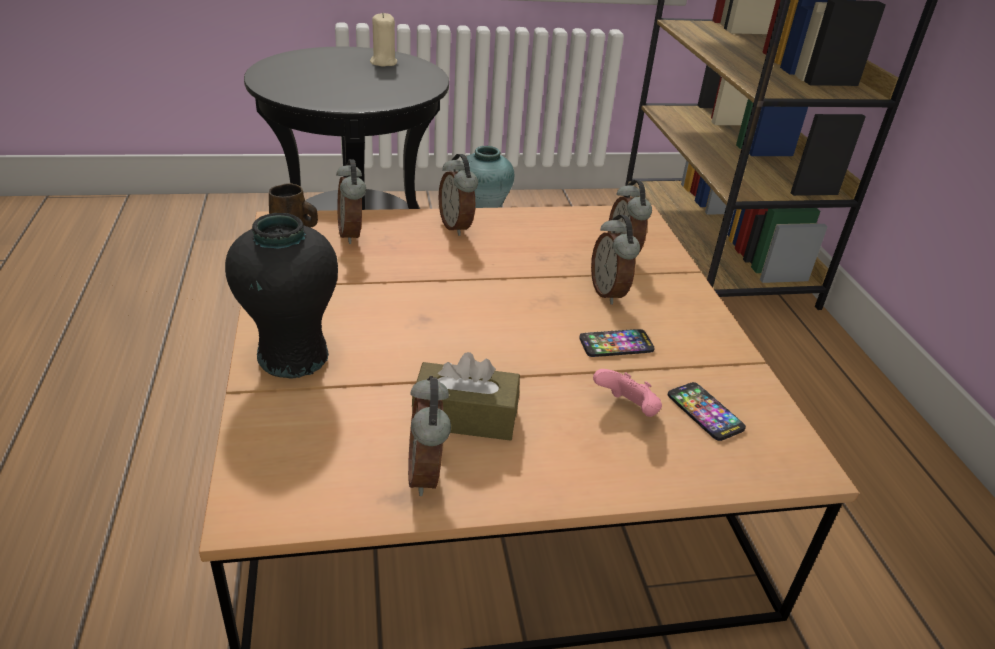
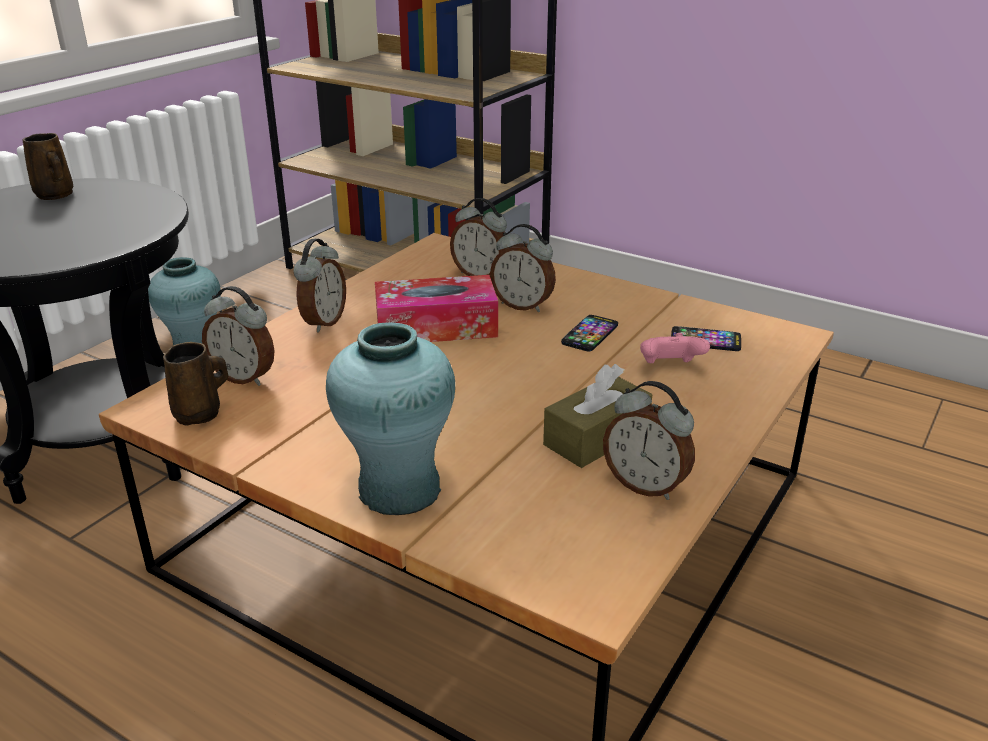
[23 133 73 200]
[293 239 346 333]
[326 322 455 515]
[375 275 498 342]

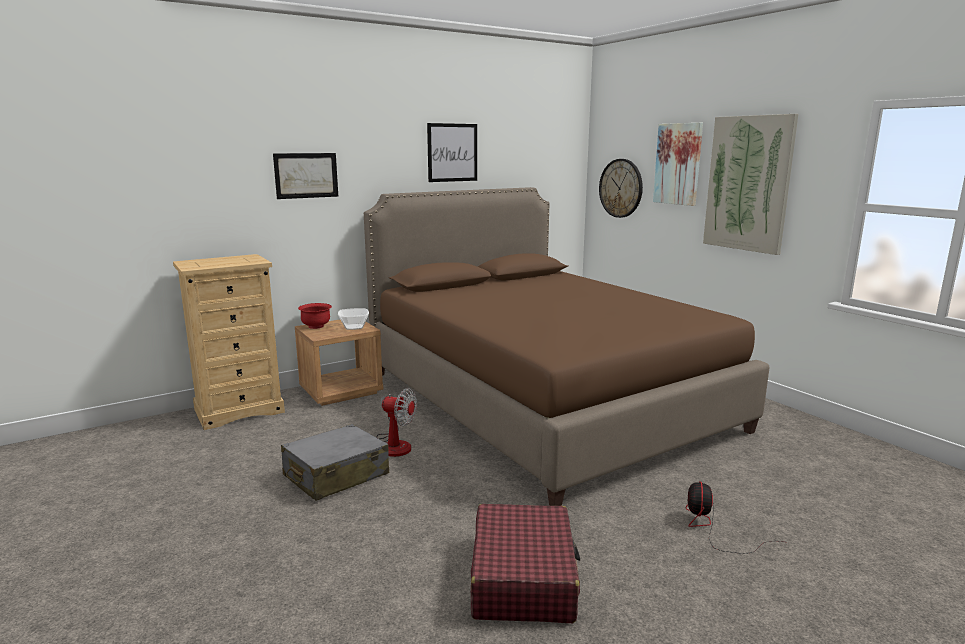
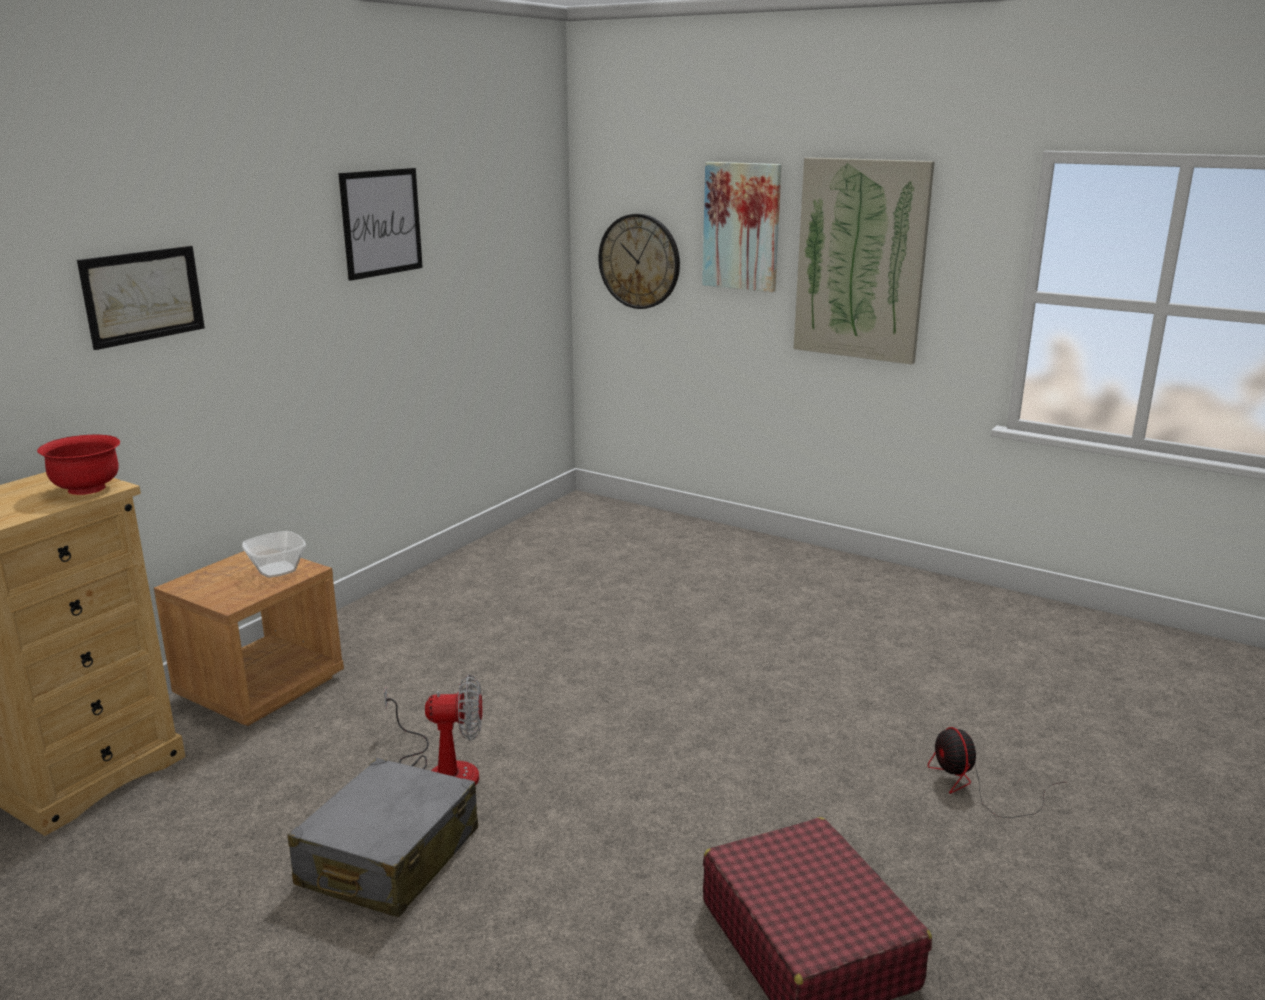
[364 187 770 506] (first image)
[37 435 120 495]

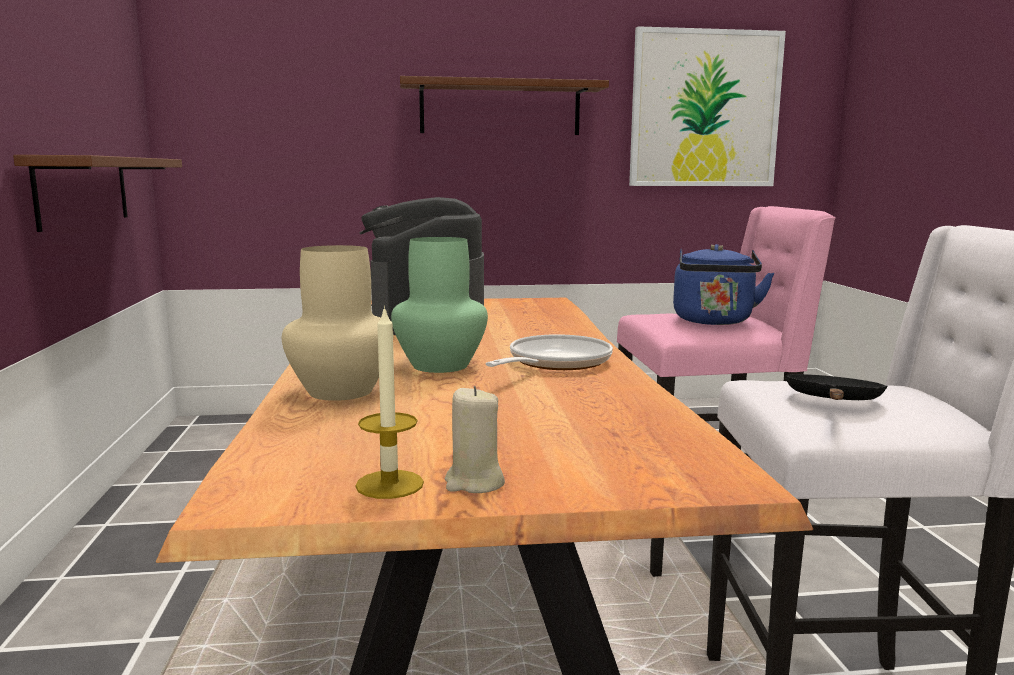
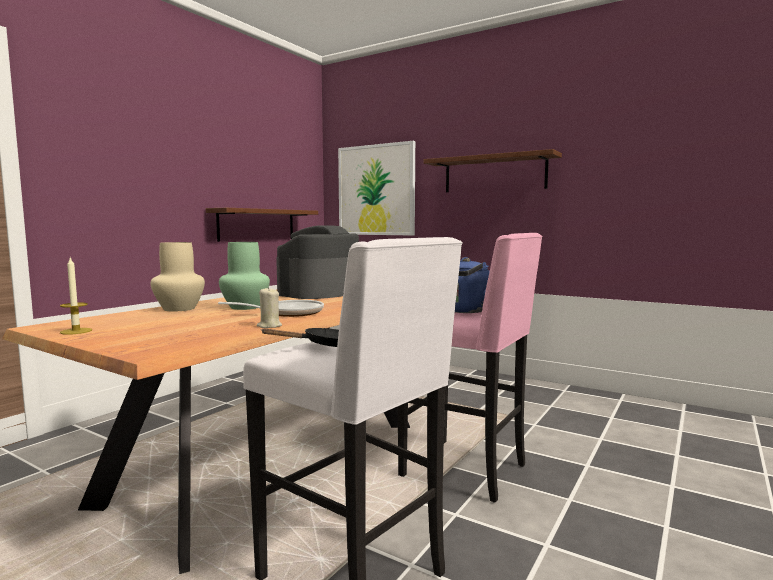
[338 141 415 235]
[257 287 282 328]

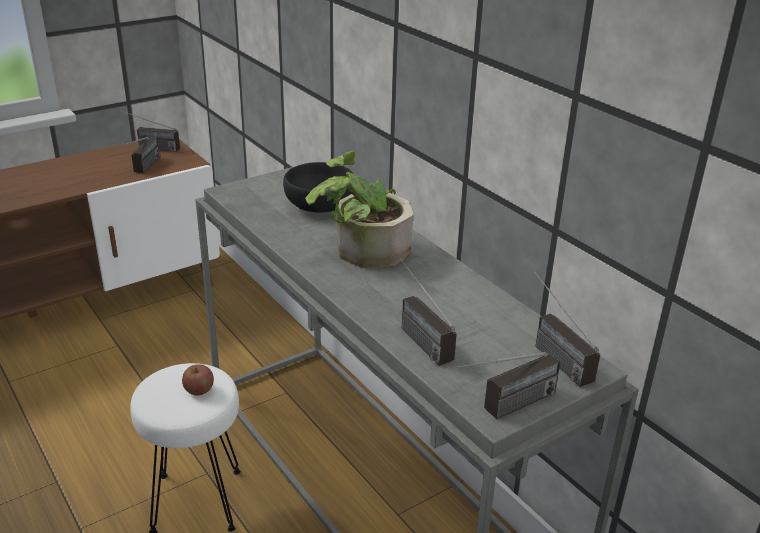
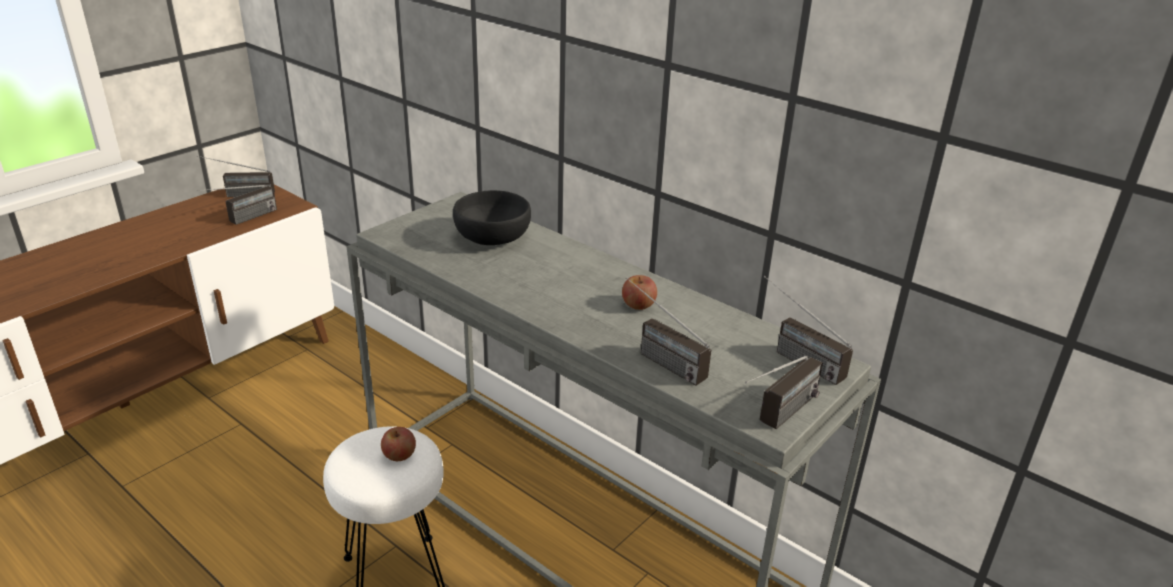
[197 185 277 225]
[306 151 413 268] (first image)
[622 275 657 310]

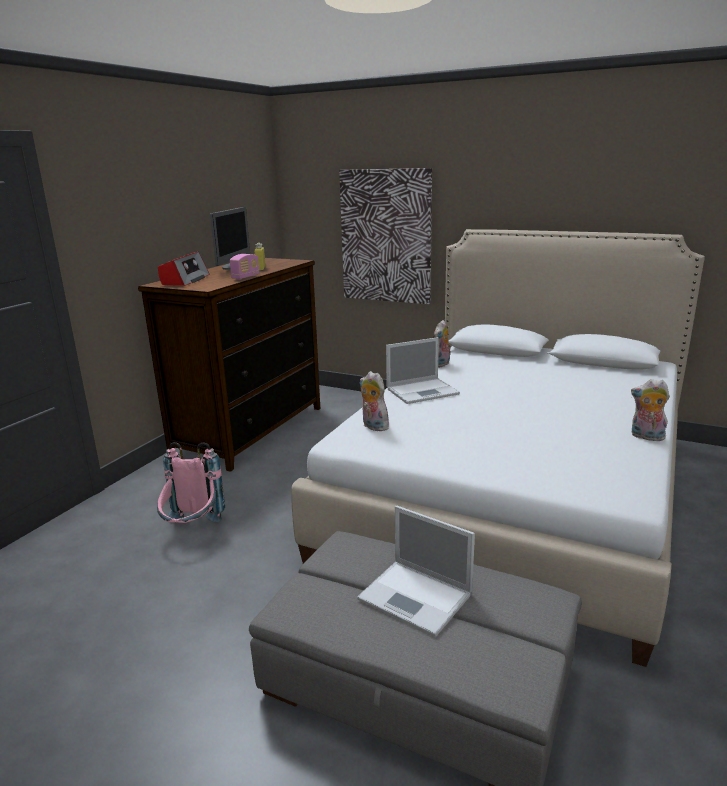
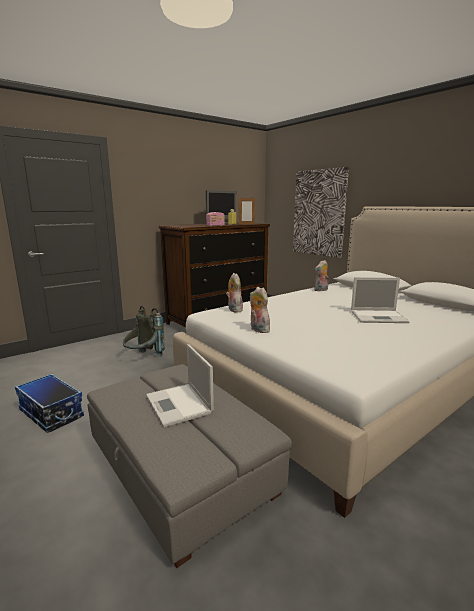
[158 251 210 286] (first image)
[351 277 410 323]
[249 287 270 333]
[123 306 165 357]
[239 198 255 224]
[15 374 84 433]

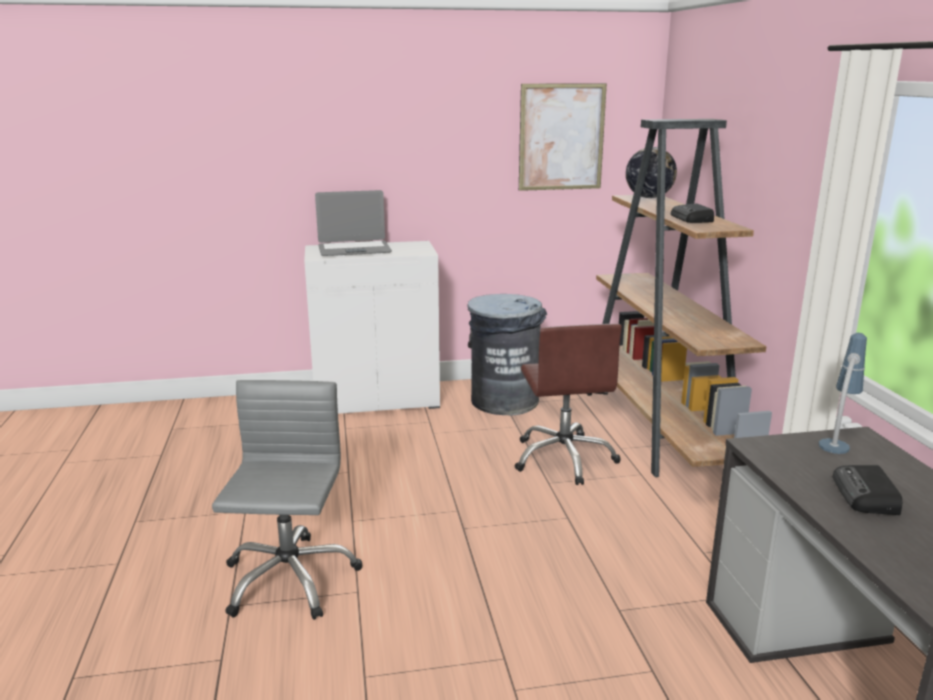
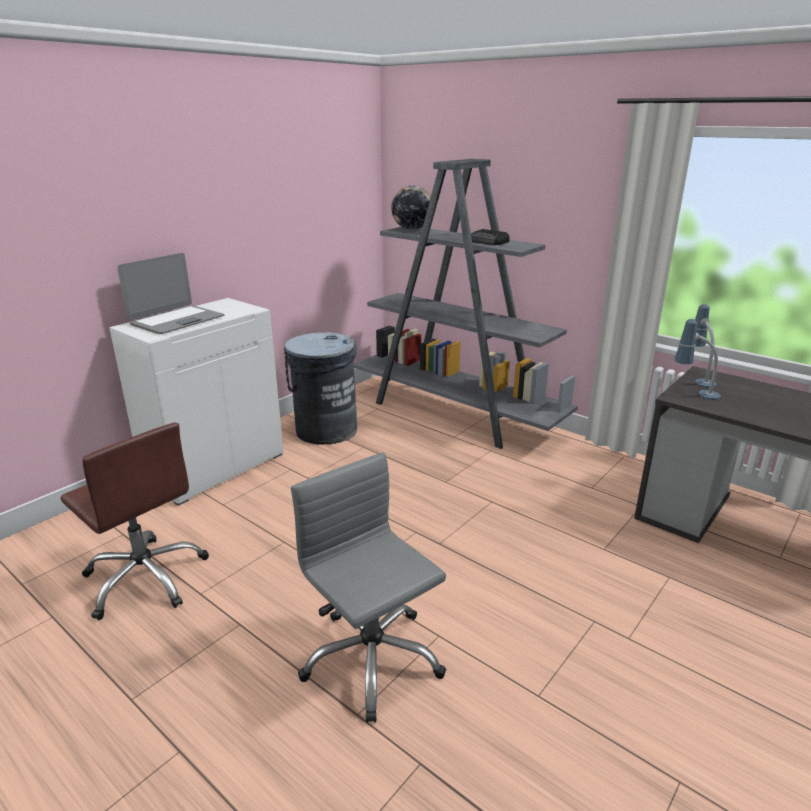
[519 83 607 191] (first image)
[354 159 578 449]
[60 423 209 620]
[833 465 902 515] (first image)
[674 319 721 400]

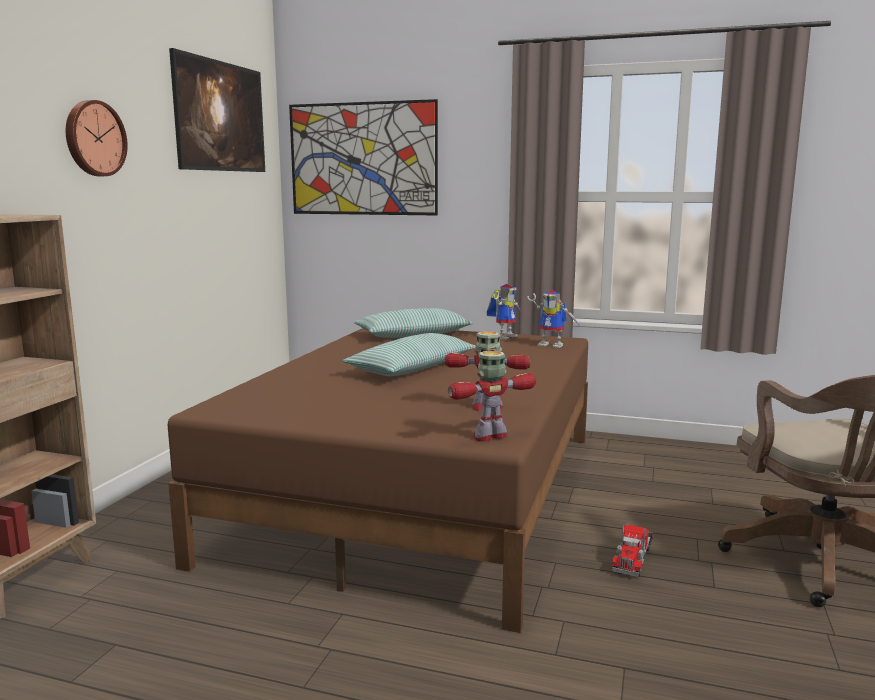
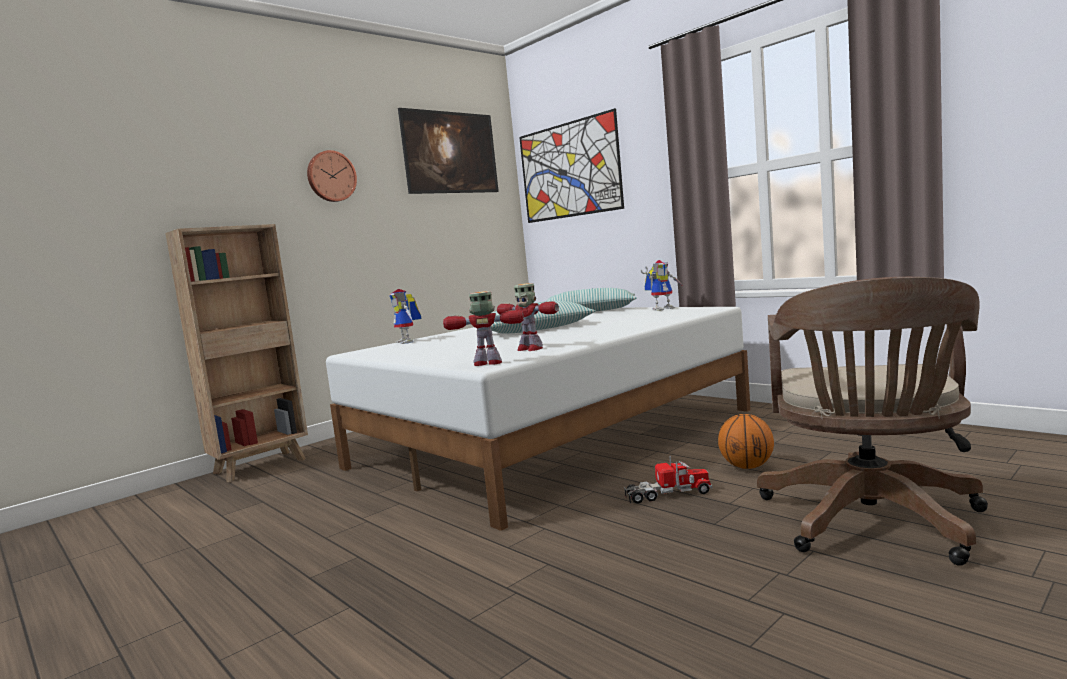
[389 289 421 344]
[326 307 750 531]
[624 456 712 504]
[718 414 774 469]

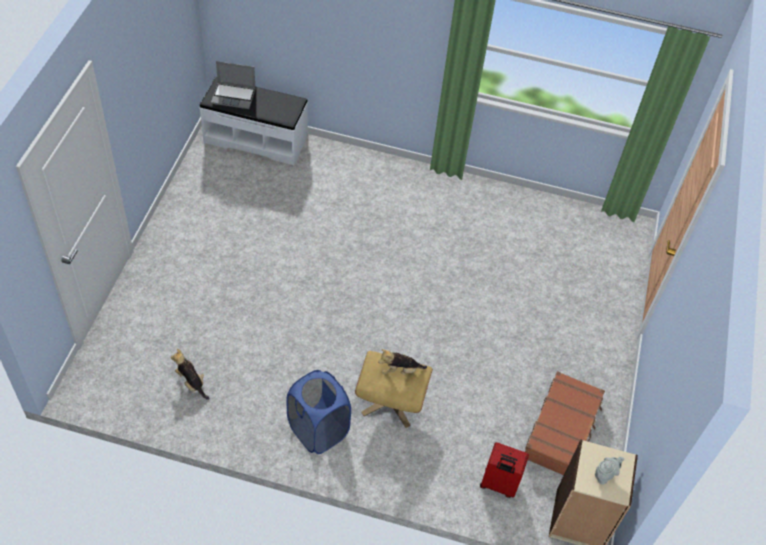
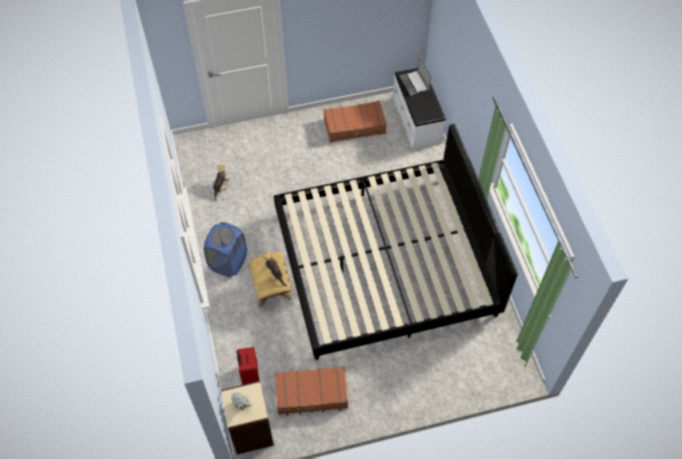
[324 101 387 142]
[274 124 518 360]

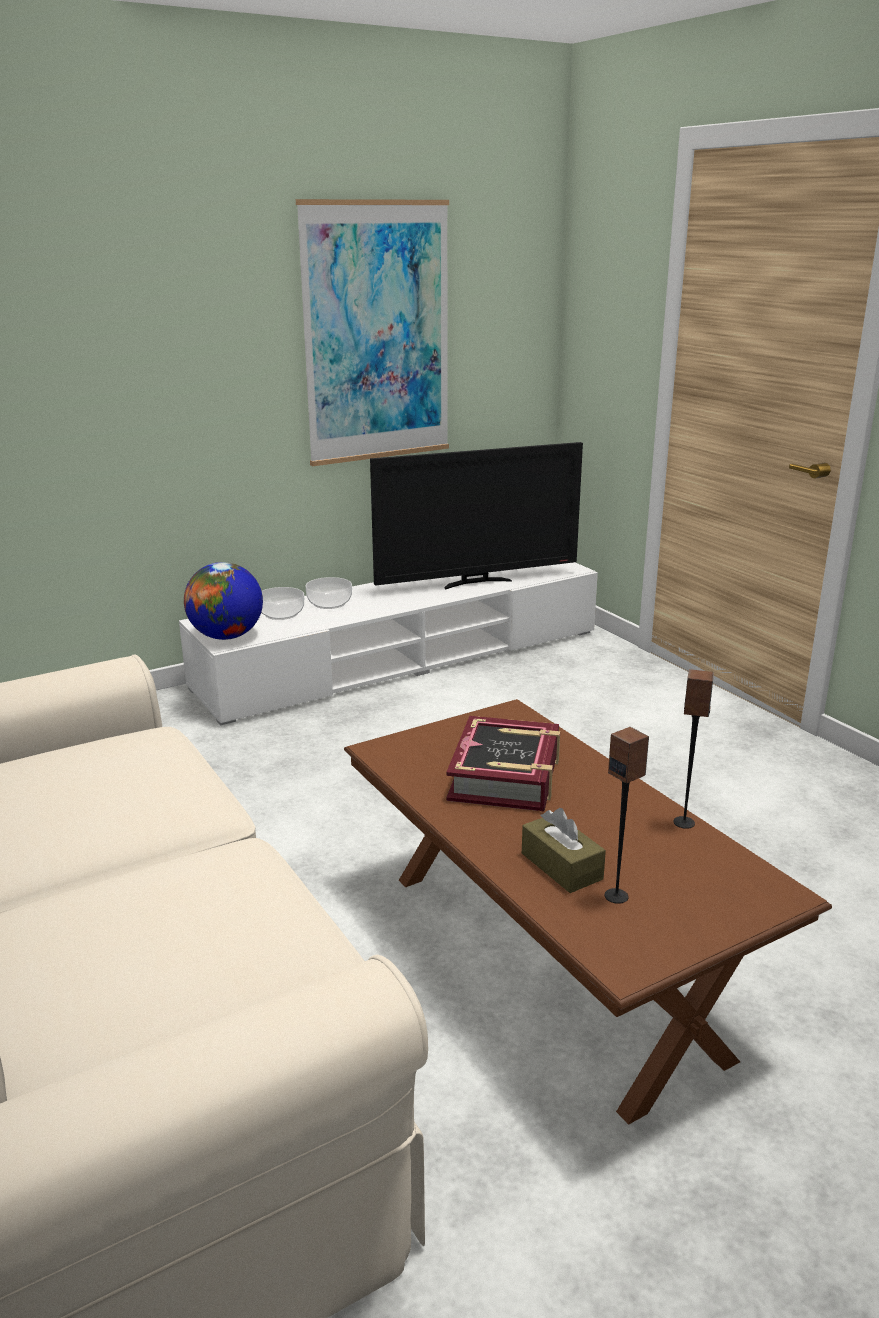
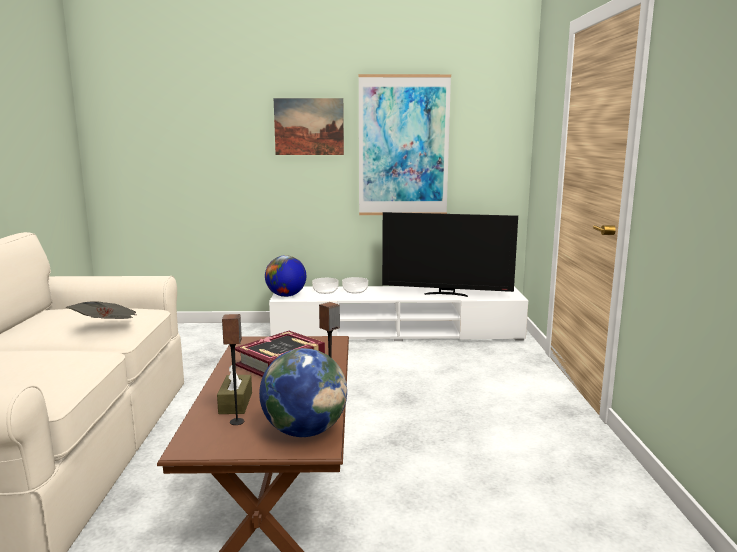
[274 98 344 155]
[66 301 137 319]
[259 348 347 437]

